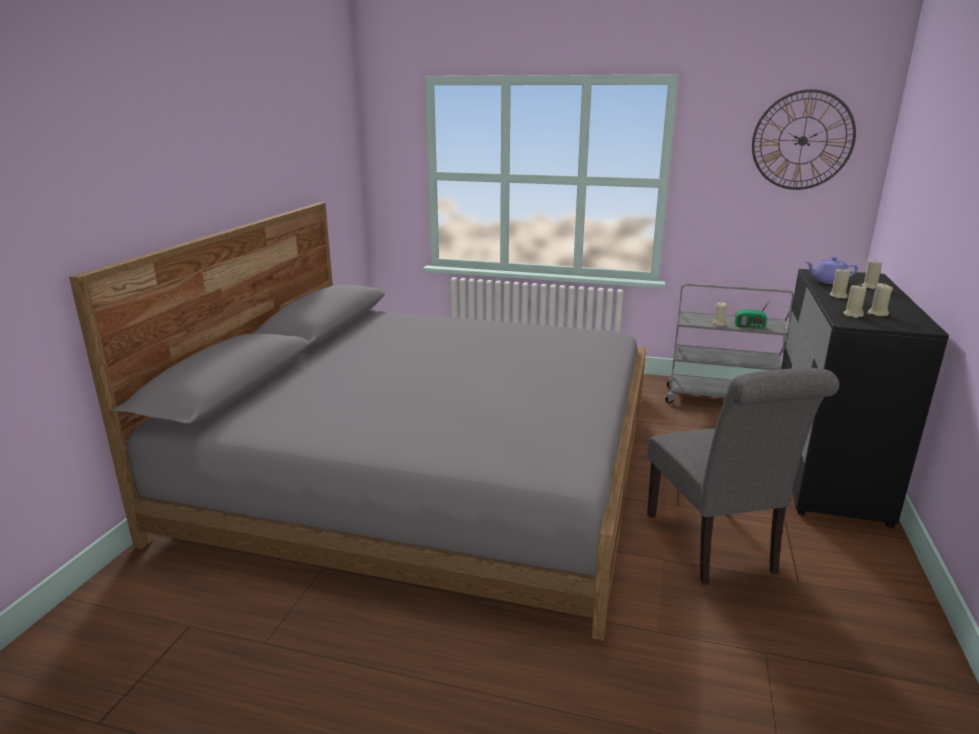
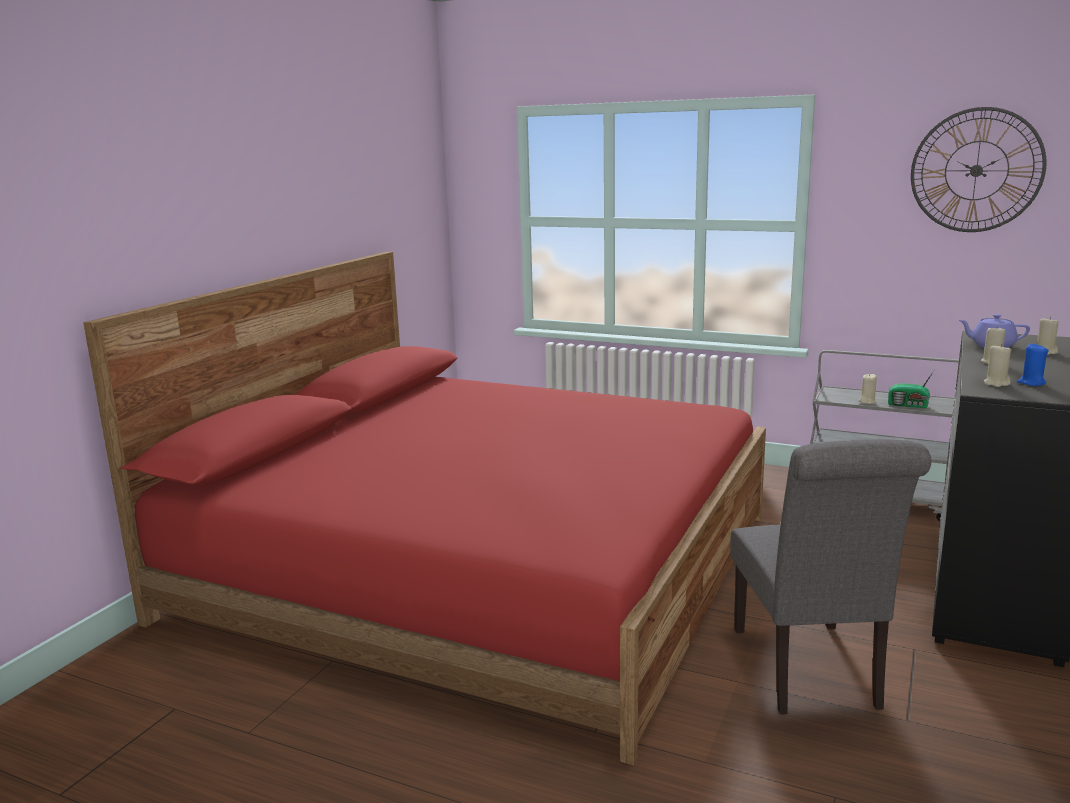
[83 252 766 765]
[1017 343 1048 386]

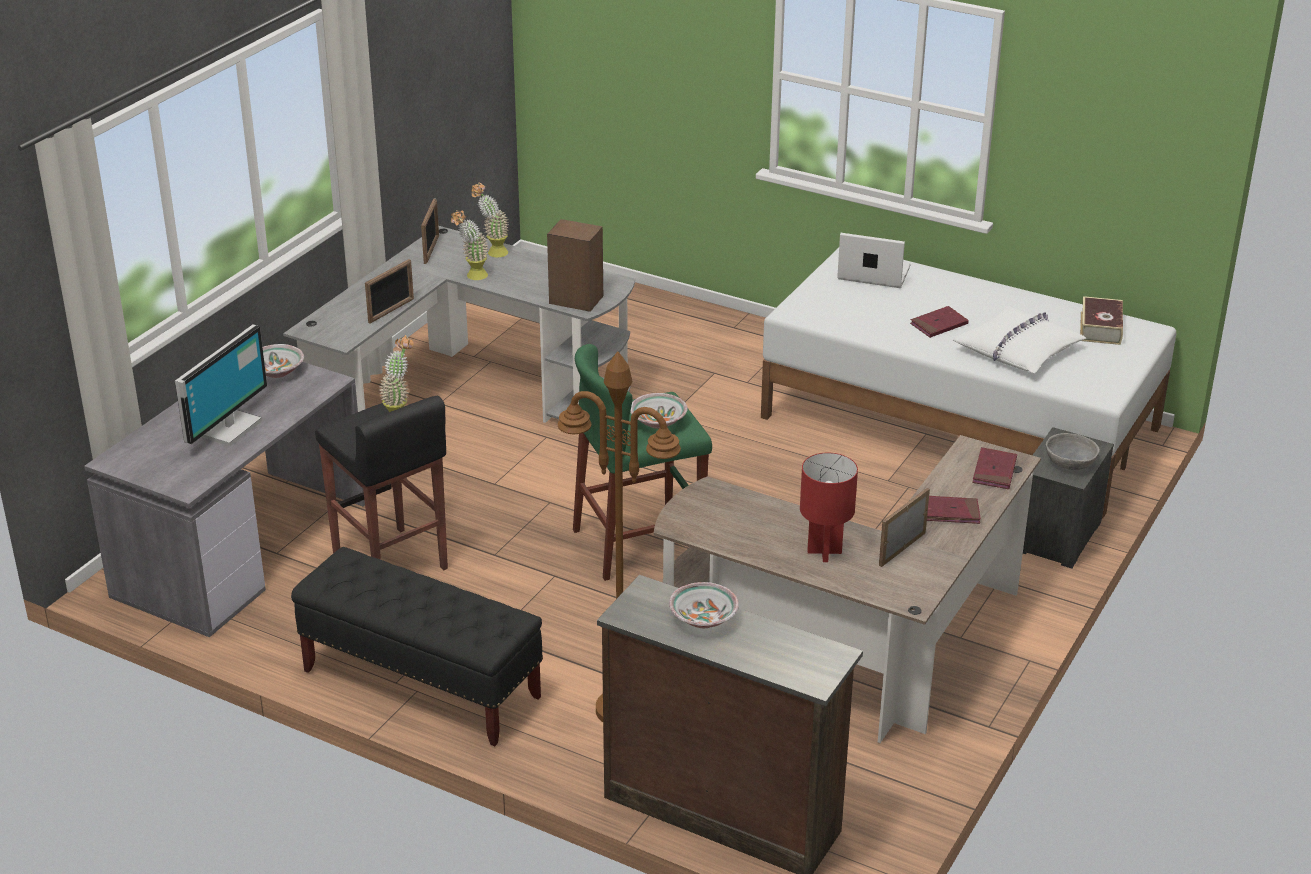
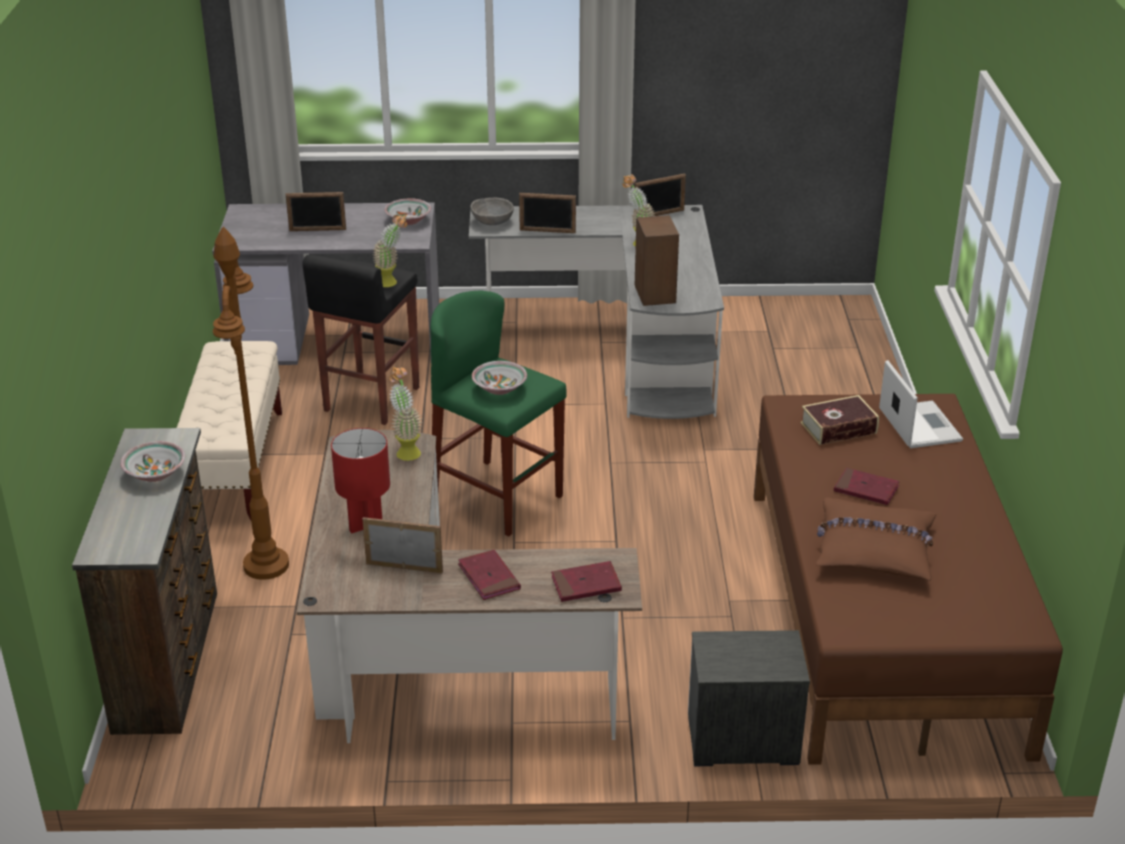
[389 367 422 461]
[754 394 1063 765]
[800 395 879 445]
[816 497 936 581]
[286 192 346 231]
[470 198 514 225]
[177 341 282 520]

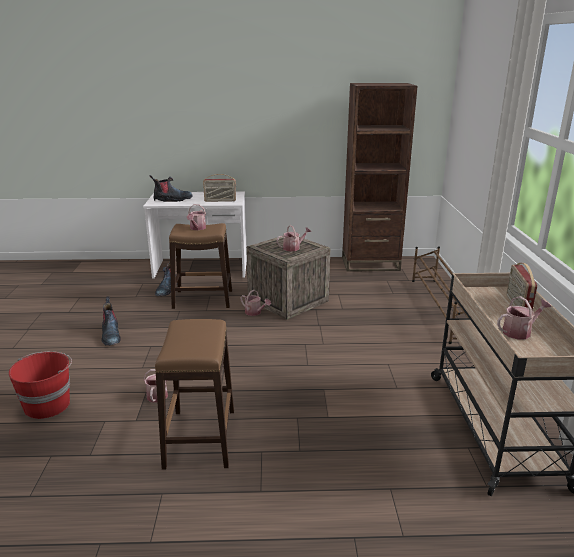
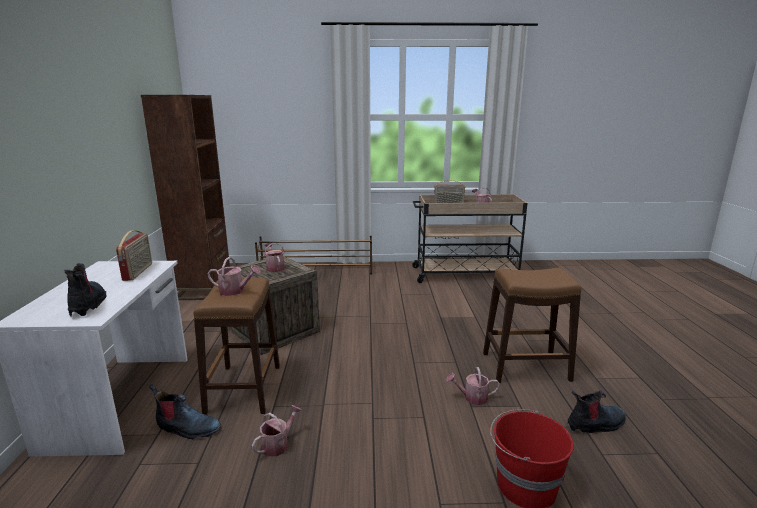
[252 405 302 457]
[568 390 626 433]

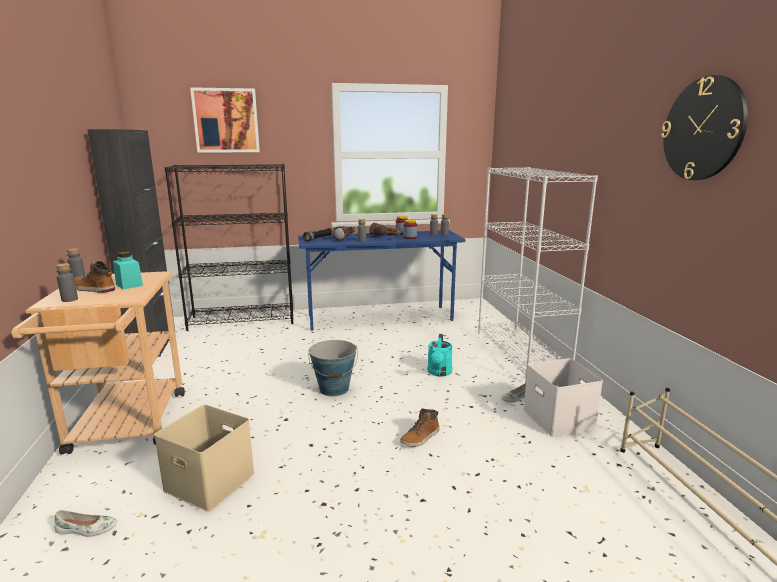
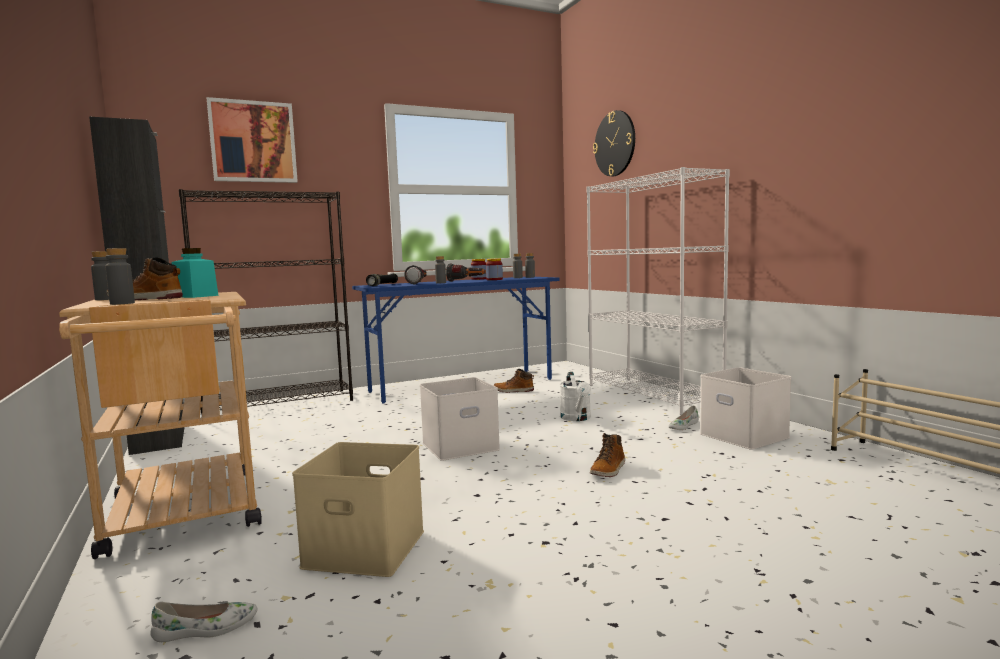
[593 110 635 176]
[559 372 591 421]
[420 377 500 461]
[493 369 534 393]

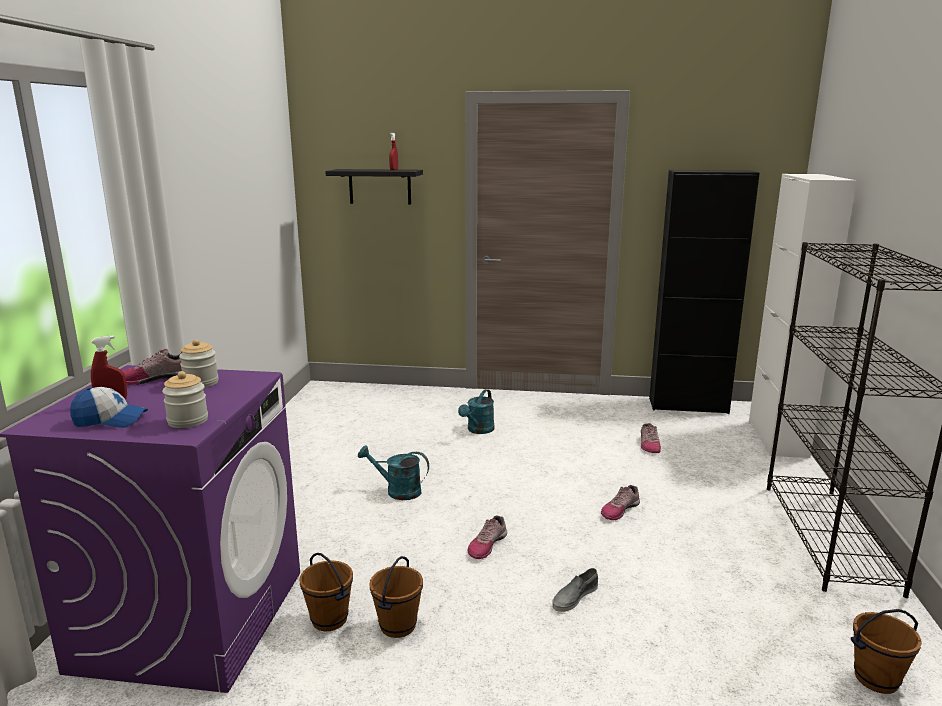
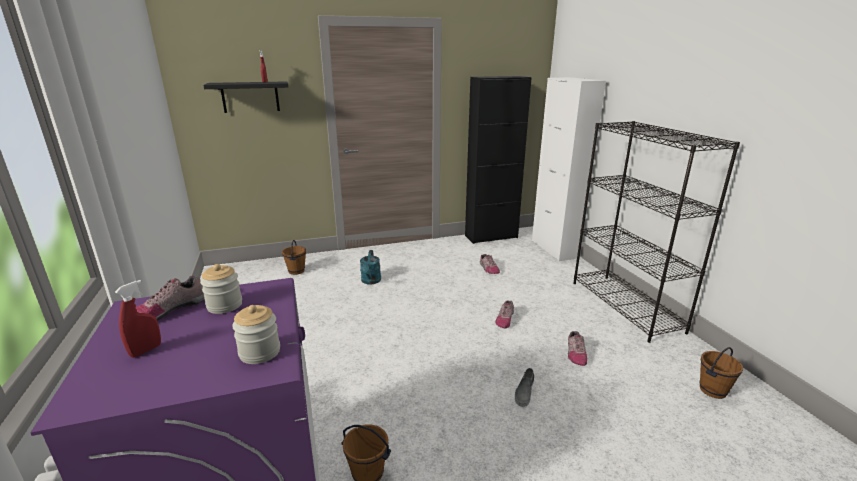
[70 387 148 428] (first image)
[358 445 429 500] (first image)
[568 331 587 366]
[282 240 306 275]

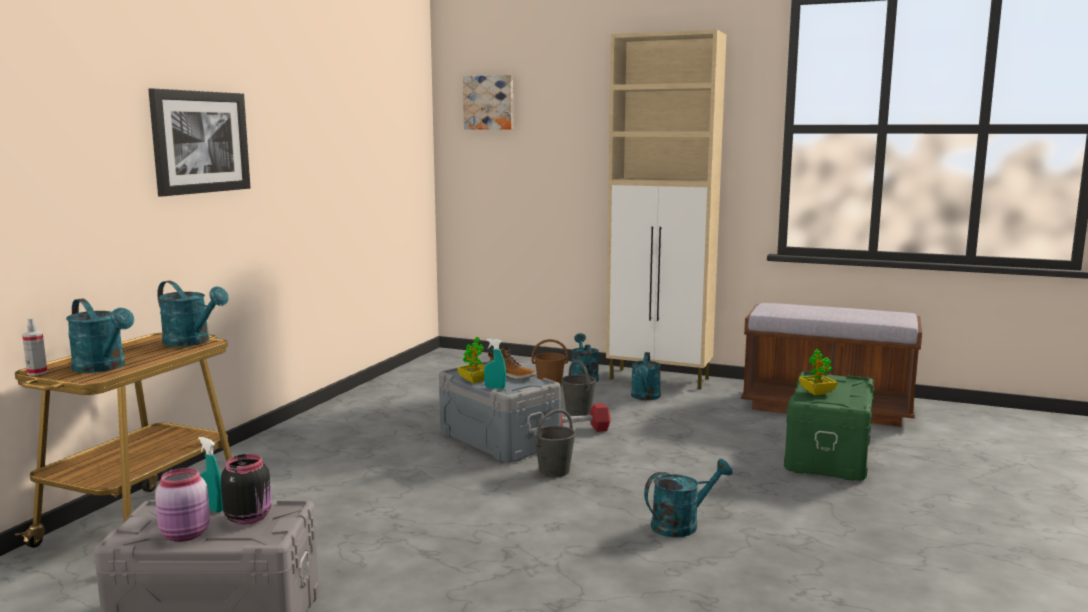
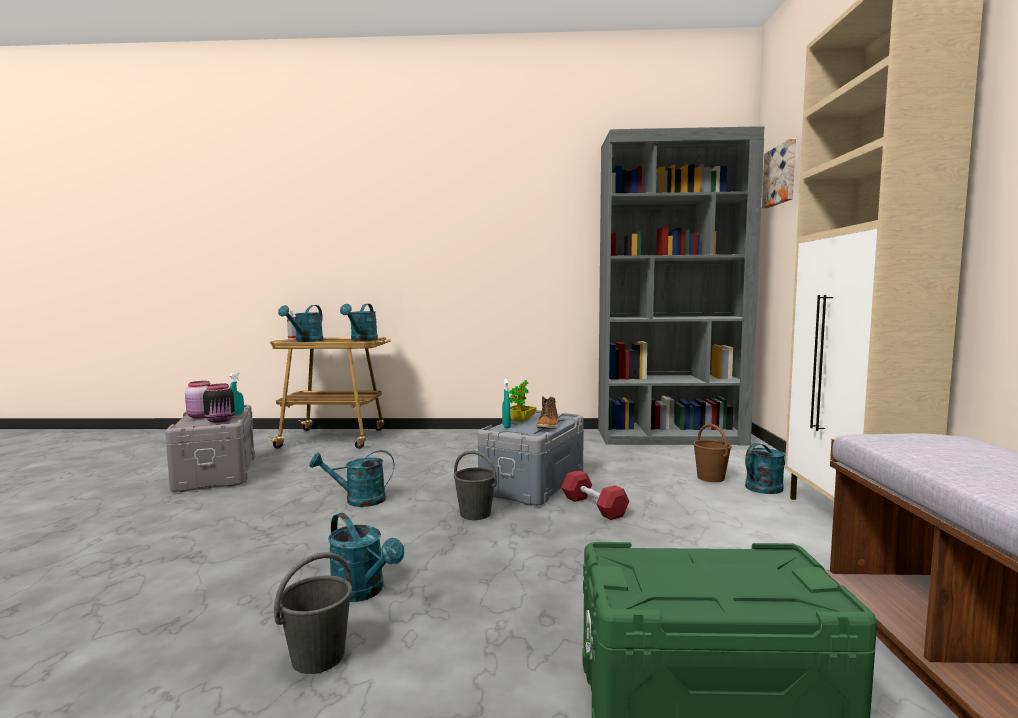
[148 88 251 196] (first image)
[799 349 837 395] (first image)
[309 450 394 507]
[274 552 352 674]
[598 126 764 446]

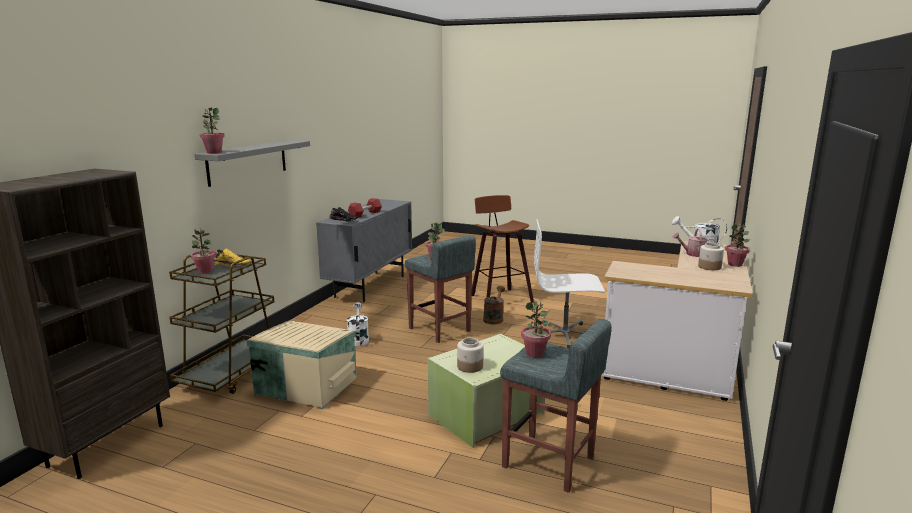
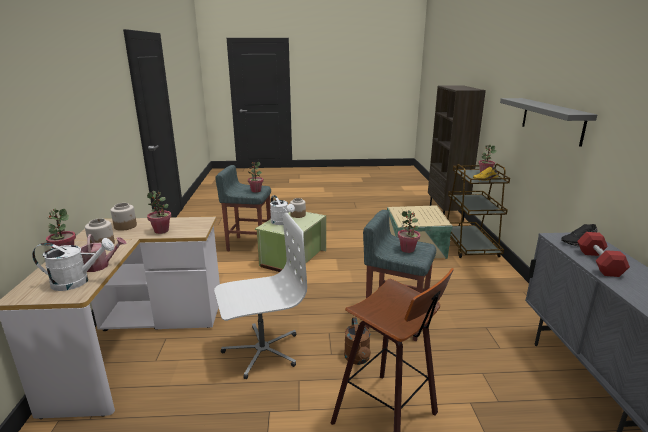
[147 191 171 234]
[270 195 295 225]
[111 203 137 231]

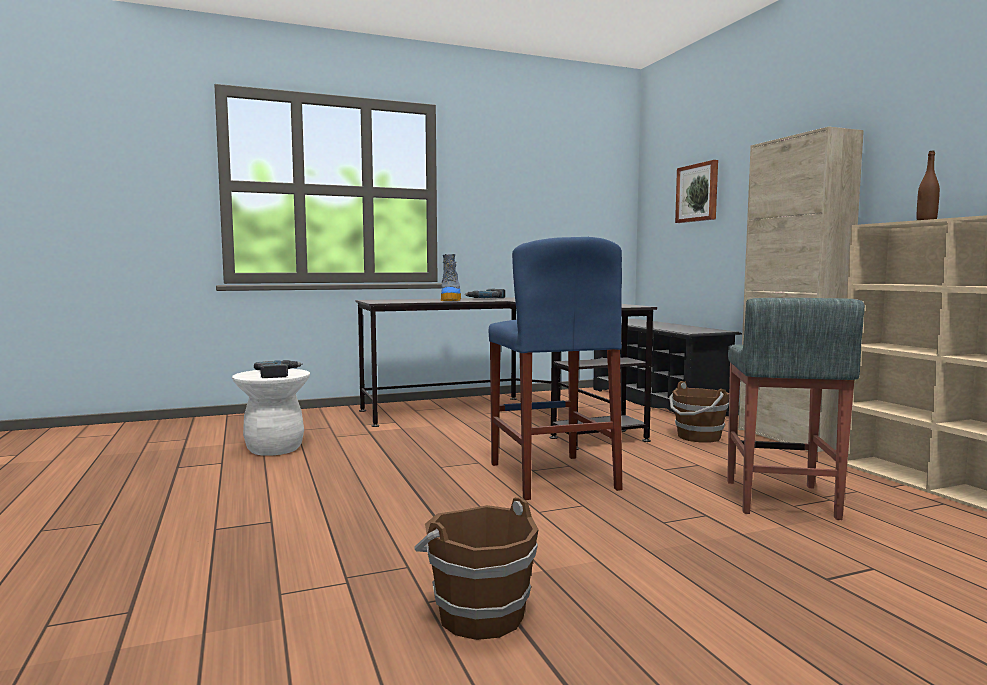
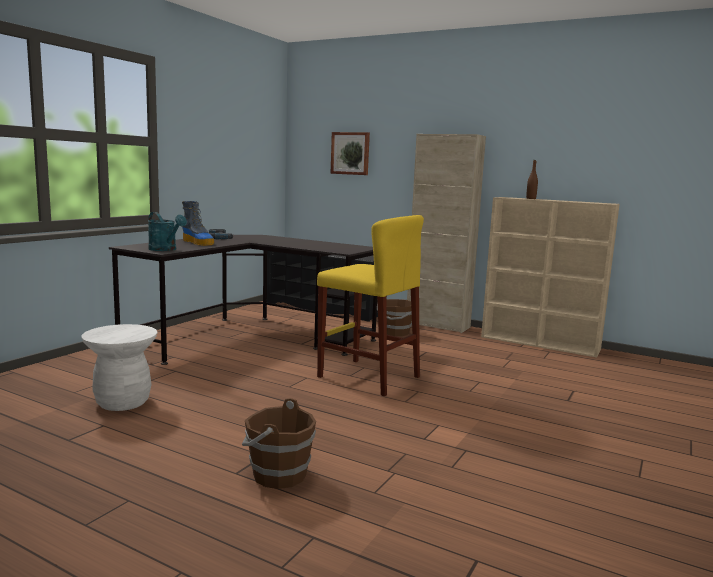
[317 215 424 397]
[727 298 865 520] (first image)
[254 360 303 378] (first image)
[242 398 316 489]
[148 212 187 251]

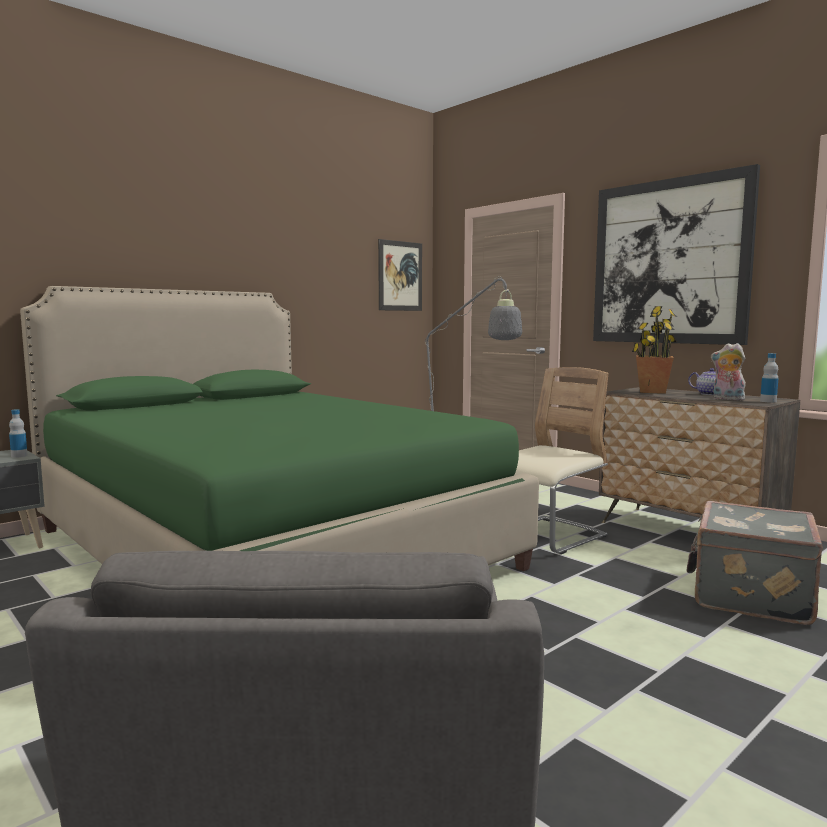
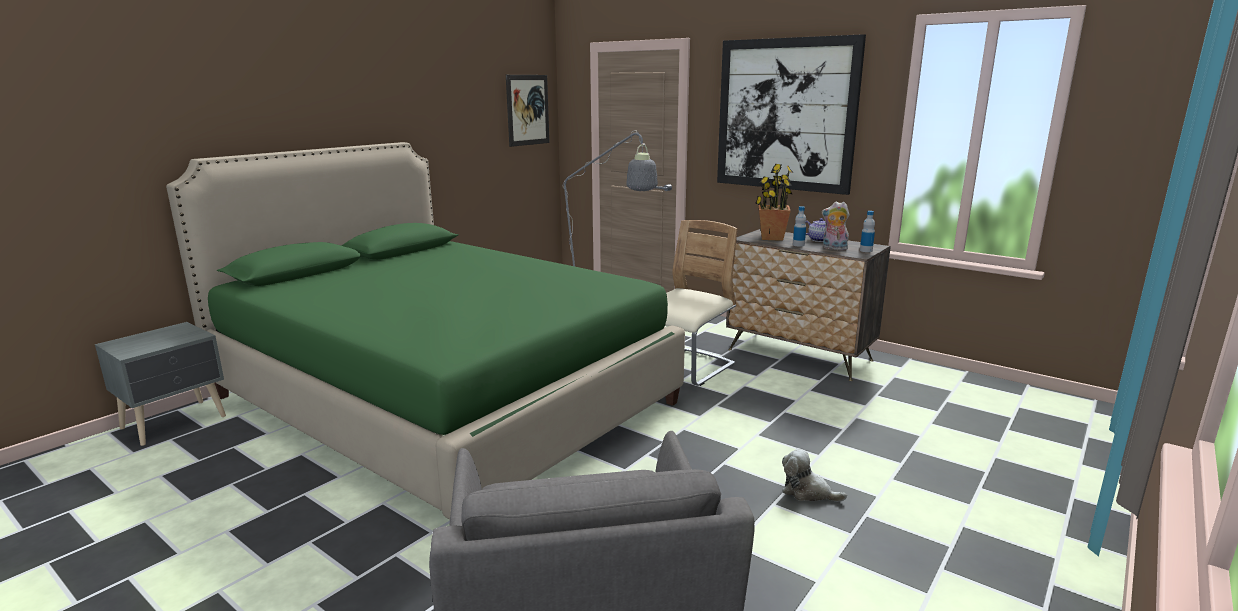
[793 206 806 247]
[686 501 823 625] (first image)
[782 449 847 502]

